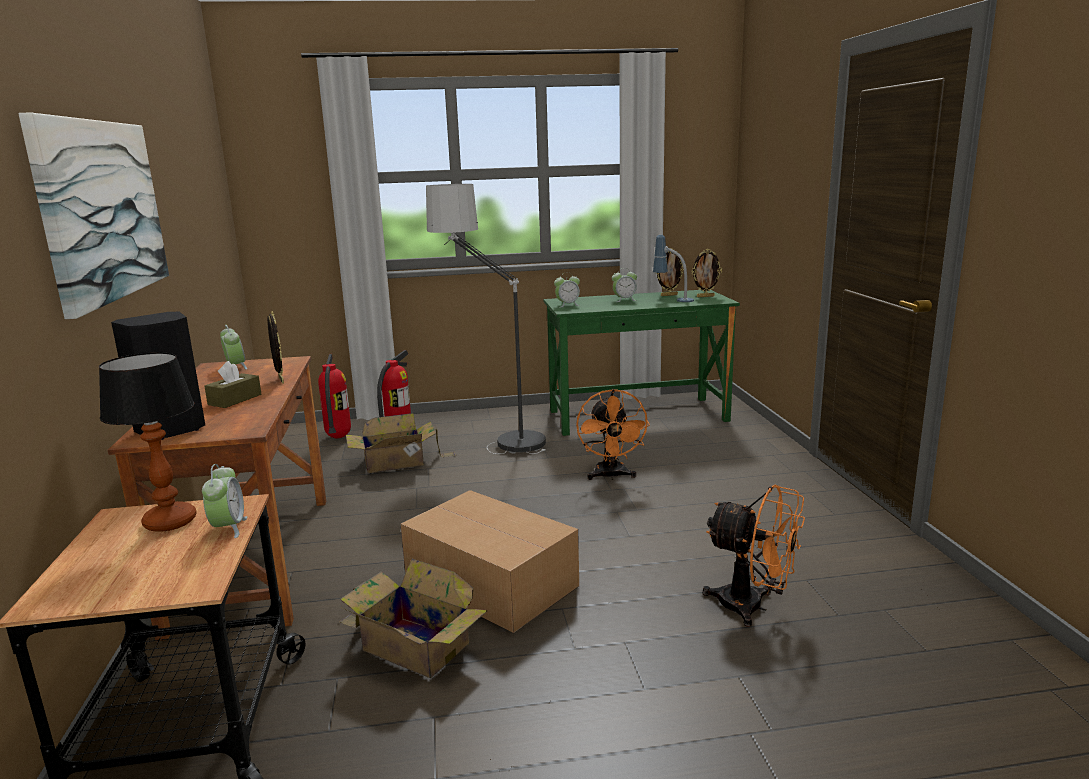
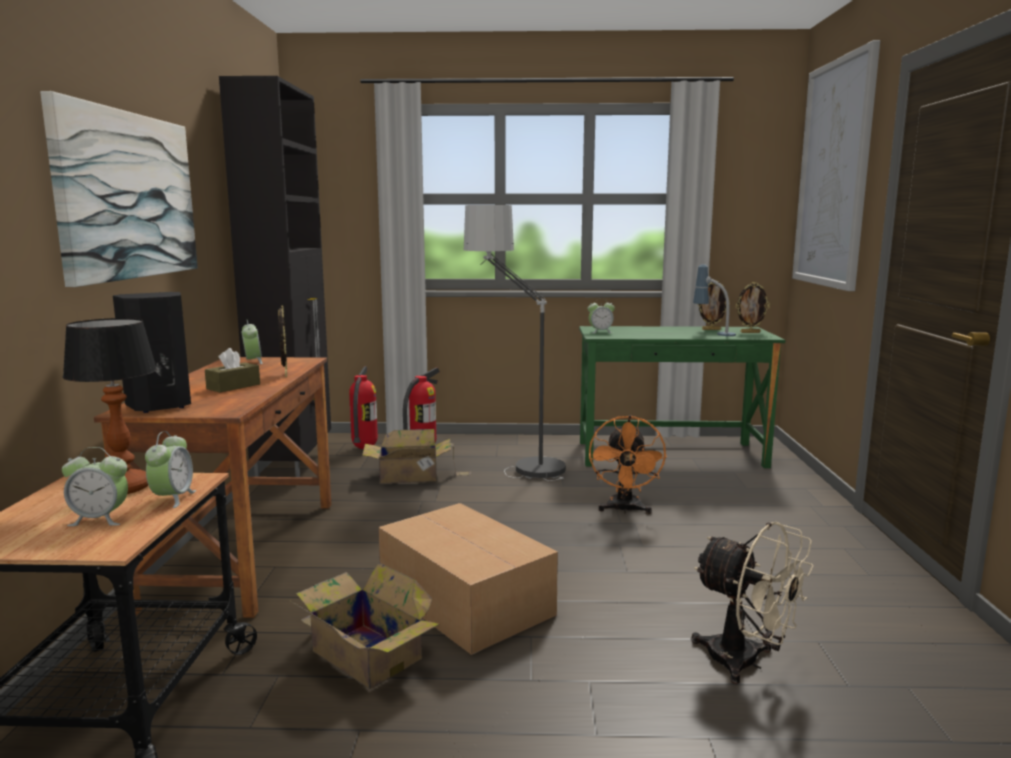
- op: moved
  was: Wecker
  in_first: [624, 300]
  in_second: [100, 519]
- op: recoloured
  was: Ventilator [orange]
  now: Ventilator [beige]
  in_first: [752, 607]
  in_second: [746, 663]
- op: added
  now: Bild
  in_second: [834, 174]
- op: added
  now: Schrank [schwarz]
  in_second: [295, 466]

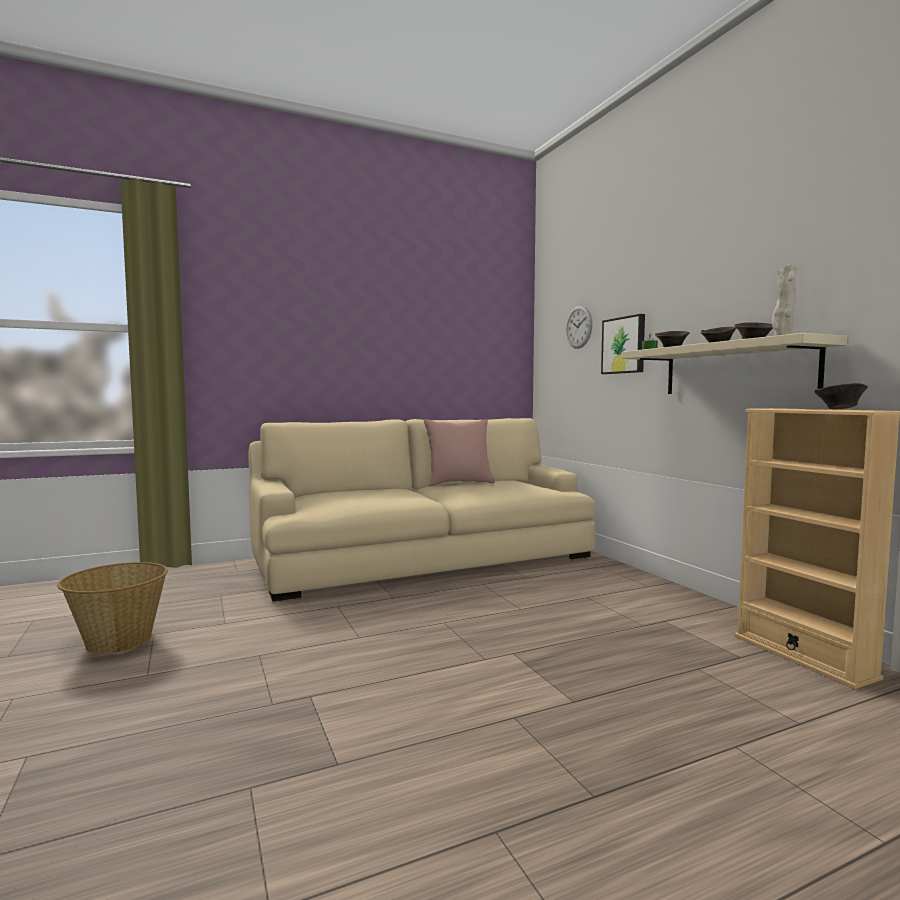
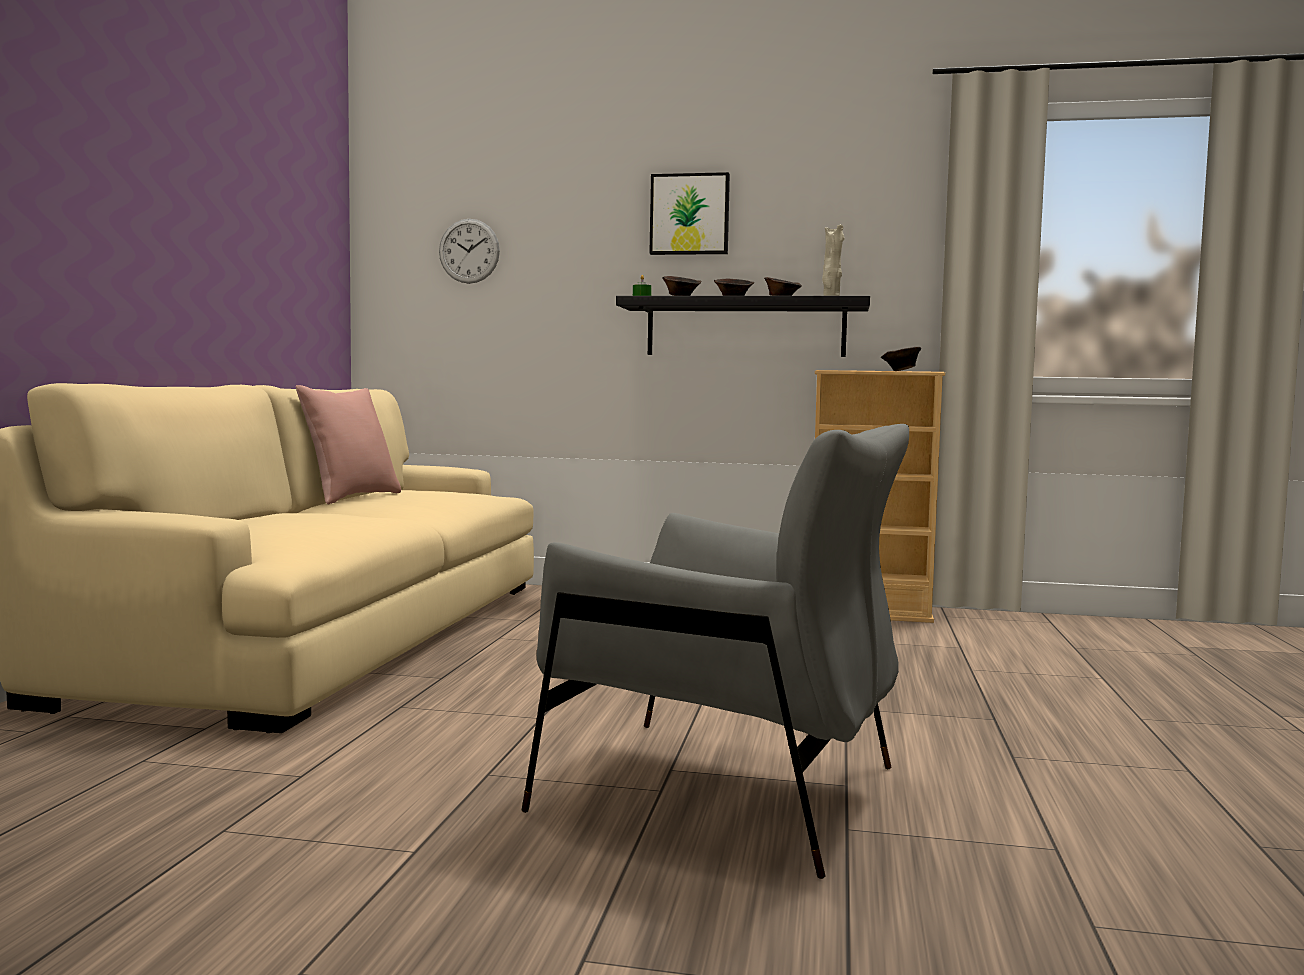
- op: moved
  was: Bild
  in_first: [624, 345]
  in_second: [690, 214]
- op: recoloured
  was: Wandregal [beige]
  now: Wandregal [schwarz]
  in_first: [736, 369]
  in_second: [745, 329]
- op: removed
  was: Korb
  in_first: [118, 641]
- op: added
  now: Sessel [grau]
  in_second: [723, 790]

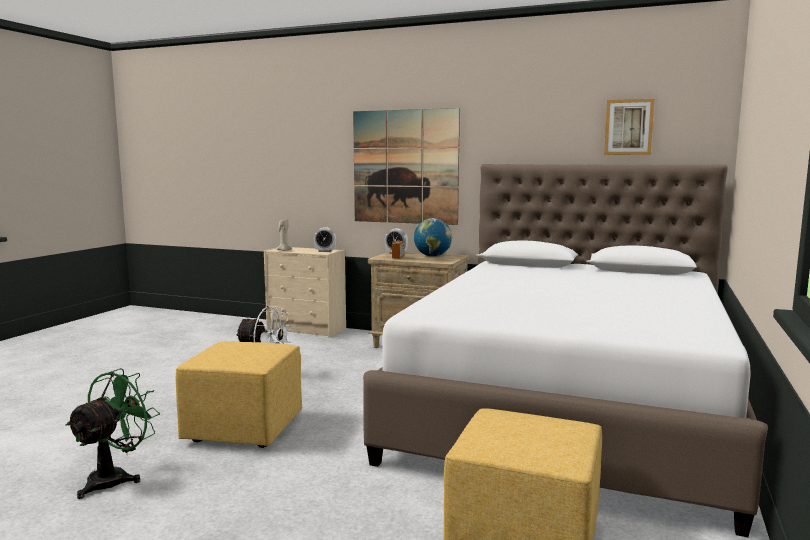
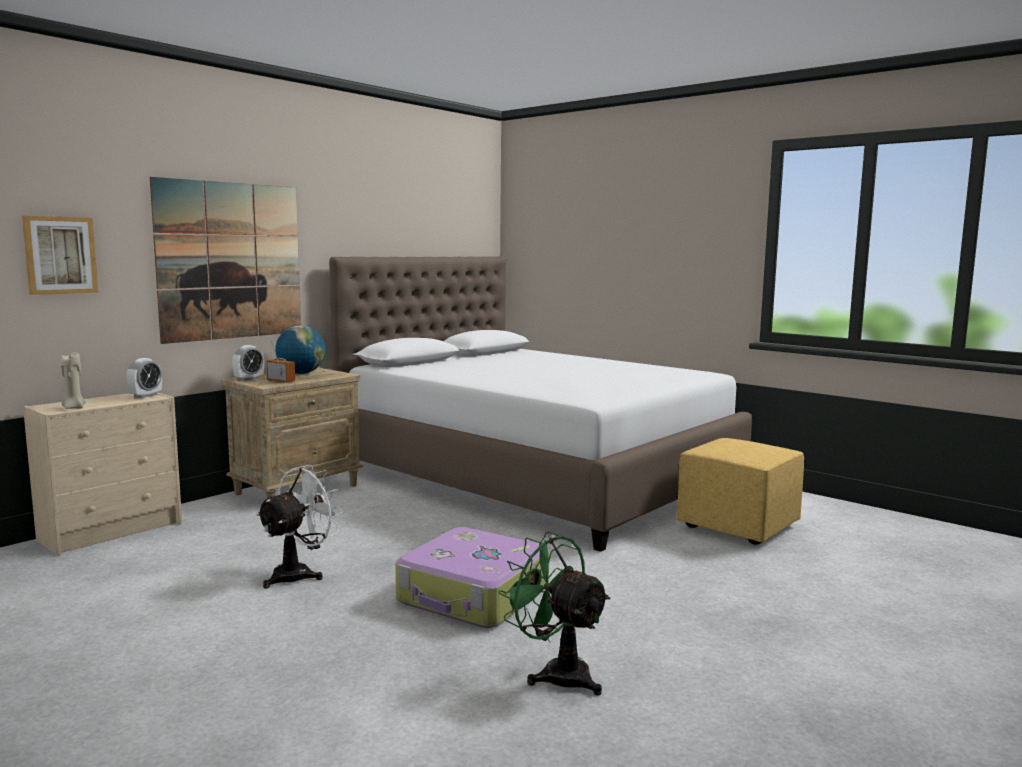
- op: moved
  was: Bild
  in_first: [628, 127]
  in_second: [60, 255]
- op: replaced
  was: Polsterhocker [gelb]
  now: Koffer
  in_first: [245, 430]
  in_second: [473, 595]

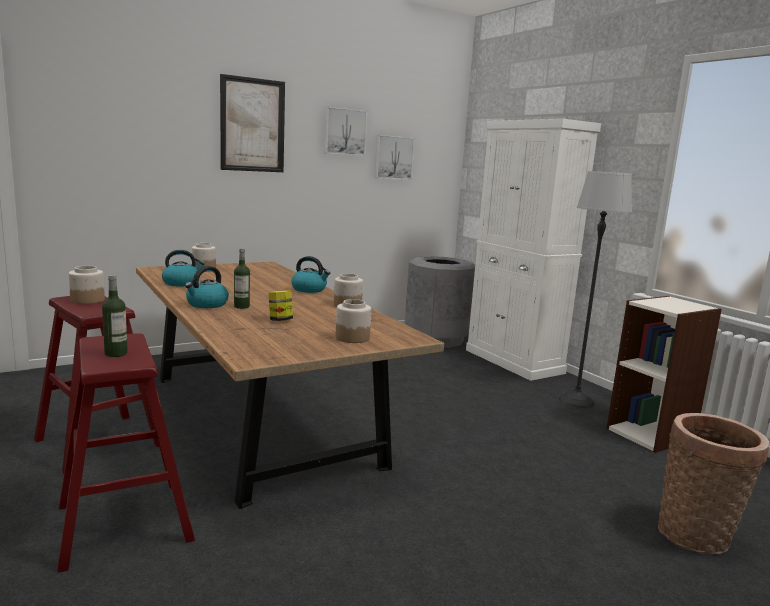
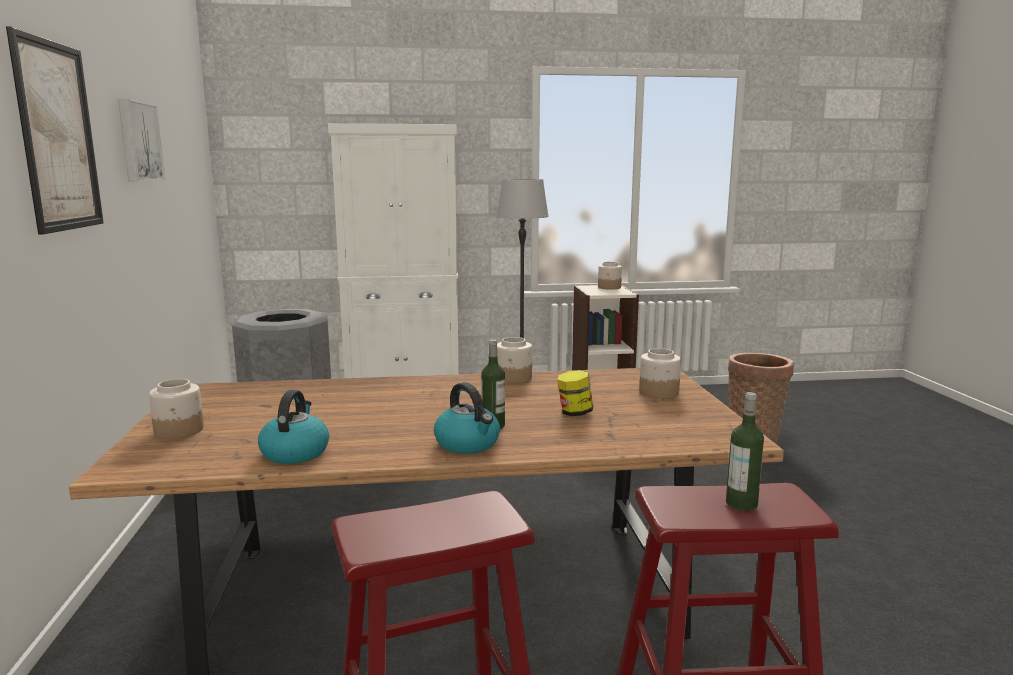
- op: removed
  was: Bild
  in_first: [393, 157]
- op: removed
  was: Wasserkessel
  in_first: [309, 289]
- op: moved
  was: Vorratsglas
  in_first: [87, 300]
  in_second: [609, 287]

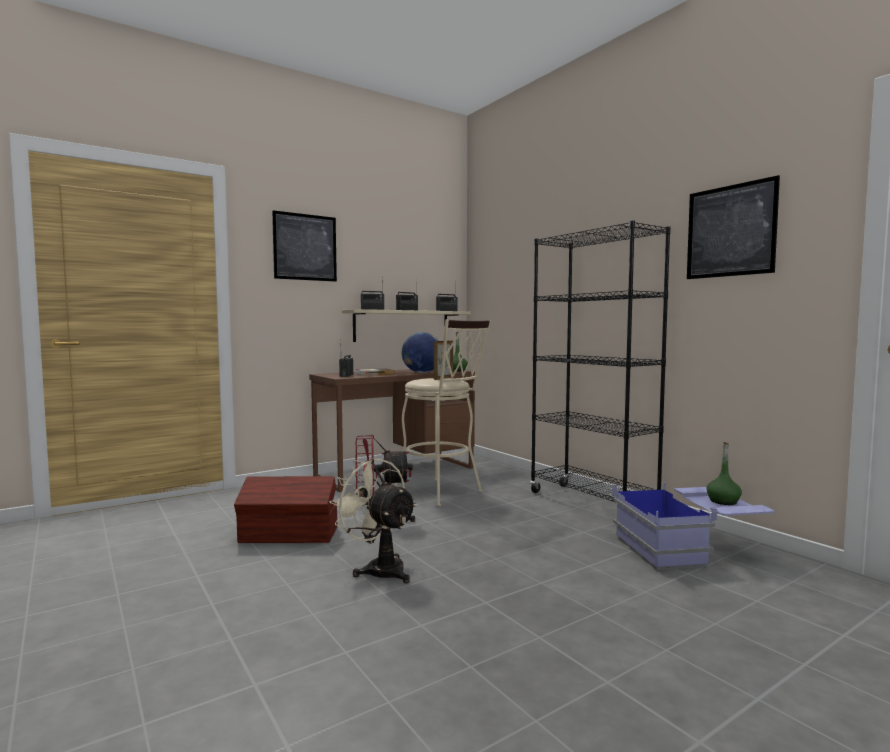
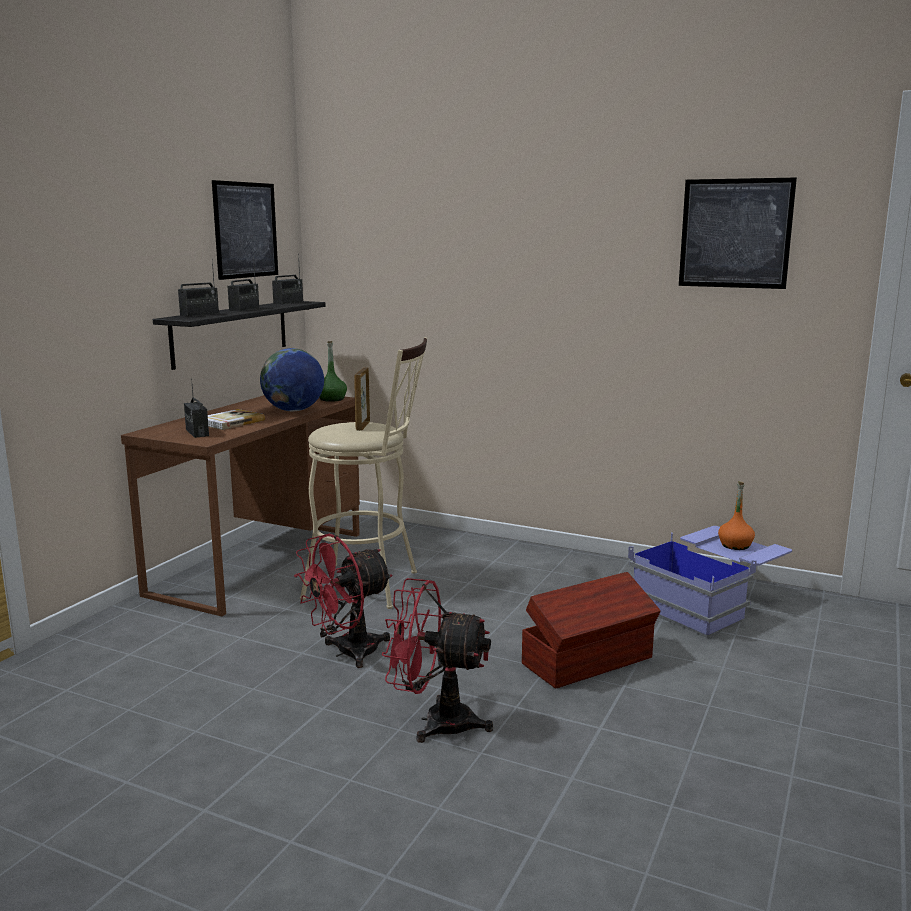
- op: moved
  was: Bild
  in_first: [305, 247]
  in_second: [245, 230]
- op: removed
  was: Bücherregal [schwarz]
  in_first: [592, 503]
- op: recoloured
  was: Wandregal [beige]
  now: Wandregal [schwarz]
  in_first: [402, 326]
  in_second: [231, 333]
- op: recoloured
  was: Flasche [grün]
  now: Flasche [orange]
  in_first: [723, 501]
  in_second: [735, 545]
- op: recoloured
  was: Ventilator [beige]
  now: Ventilator [rot]
  in_first: [379, 569]
  in_second: [436, 722]
- op: moved
  was: Aufbewahrungsbox [braun]
  in_first: [289, 535]
  in_second: [589, 661]

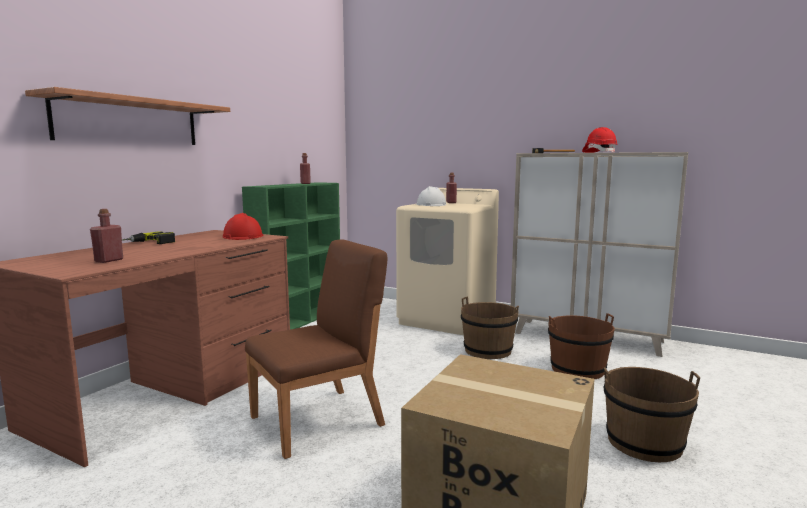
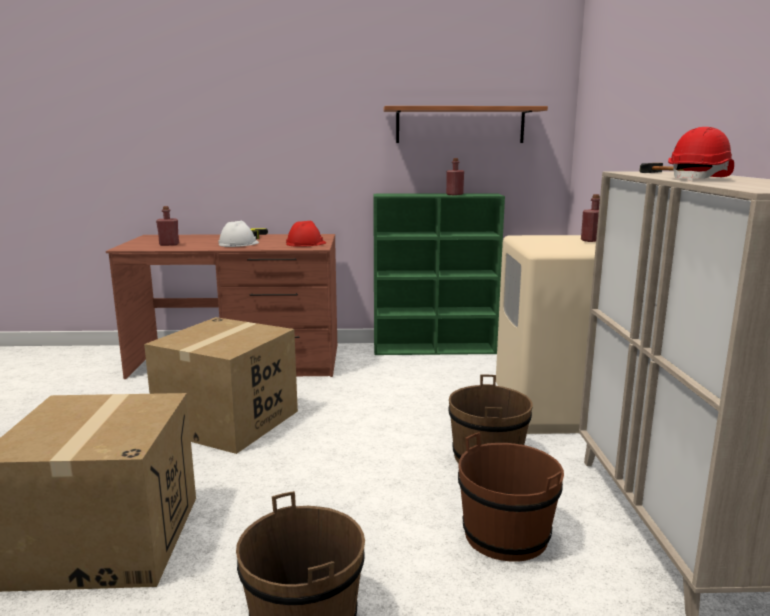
- op: moved
  was: Wandregal
  in_first: [129, 122]
  in_second: [460, 125]
- op: moved
  was: Schutzhelm [weiß]
  in_first: [430, 205]
  in_second: [238, 243]
- op: replaced
  was: Stuhl [braun]
  now: Karton
  in_first: [319, 420]
  in_second: [228, 421]

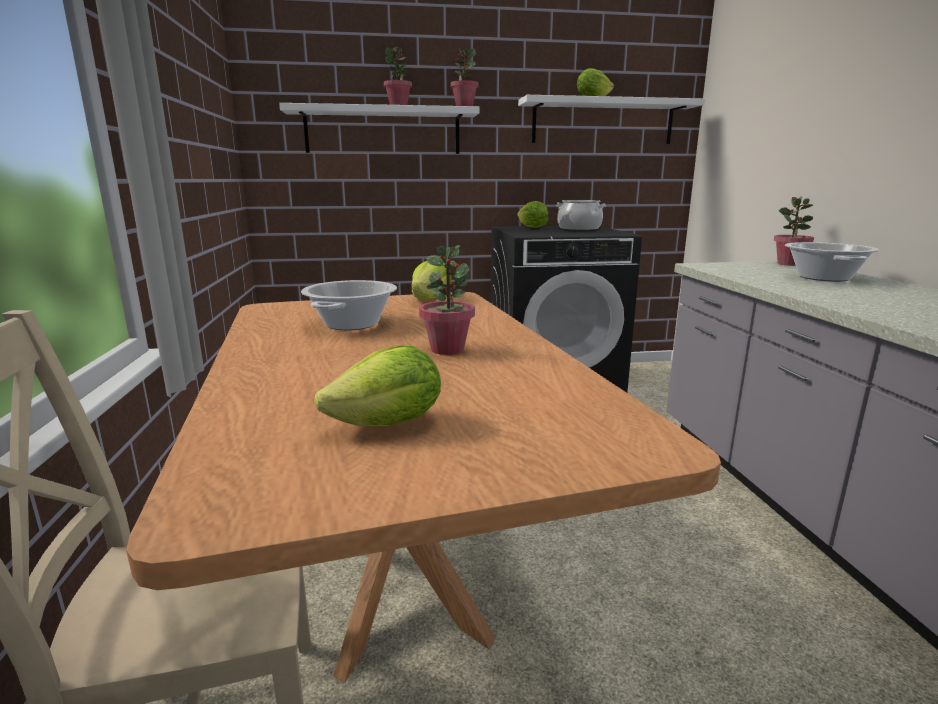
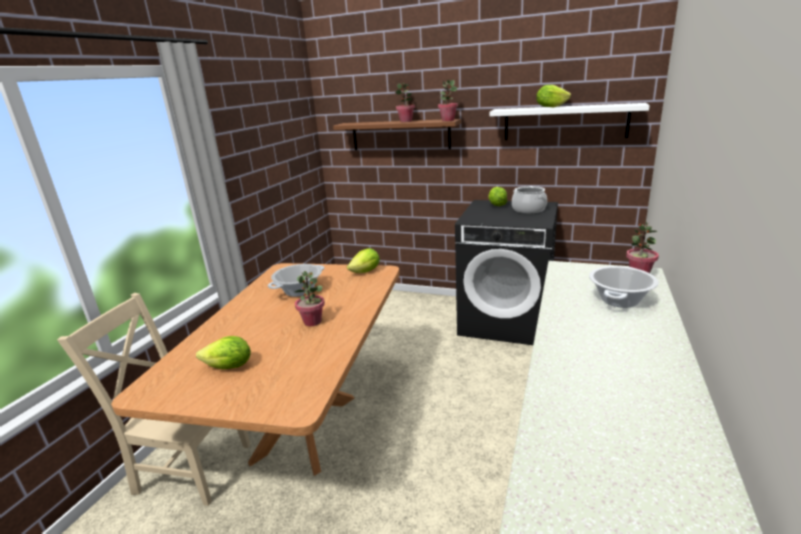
- op: recoloured
  was: Wandregal [weiß]
  now: Wandregal [braun]
  in_first: [383, 131]
  in_second: [400, 135]

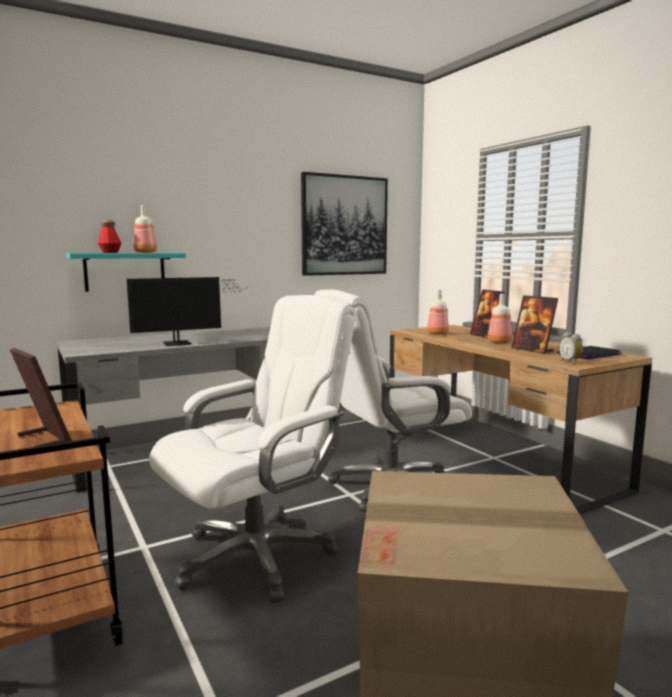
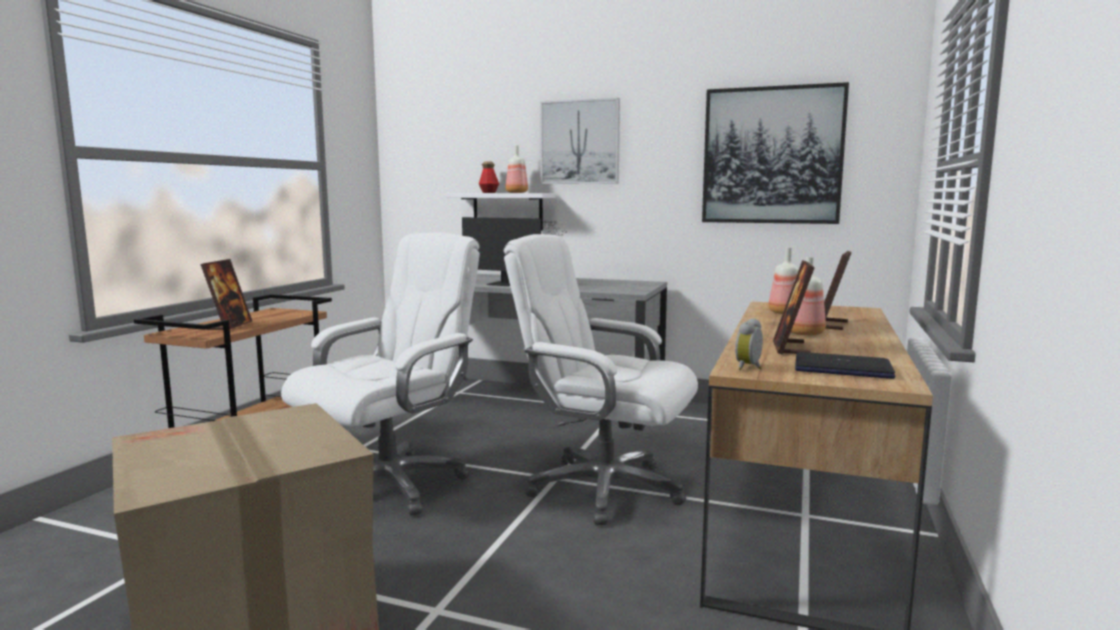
- op: recoloured
  was: Wandregal [türkis]
  now: Wandregal [weiß]
  in_first: [125, 271]
  in_second: [507, 211]
- op: turned
  was: Bürostuhl [weiß]
  in_first: [256, 556]
  in_second: [390, 485]
  clockwise: -60
- op: added
  now: Bild
  in_second: [580, 142]

